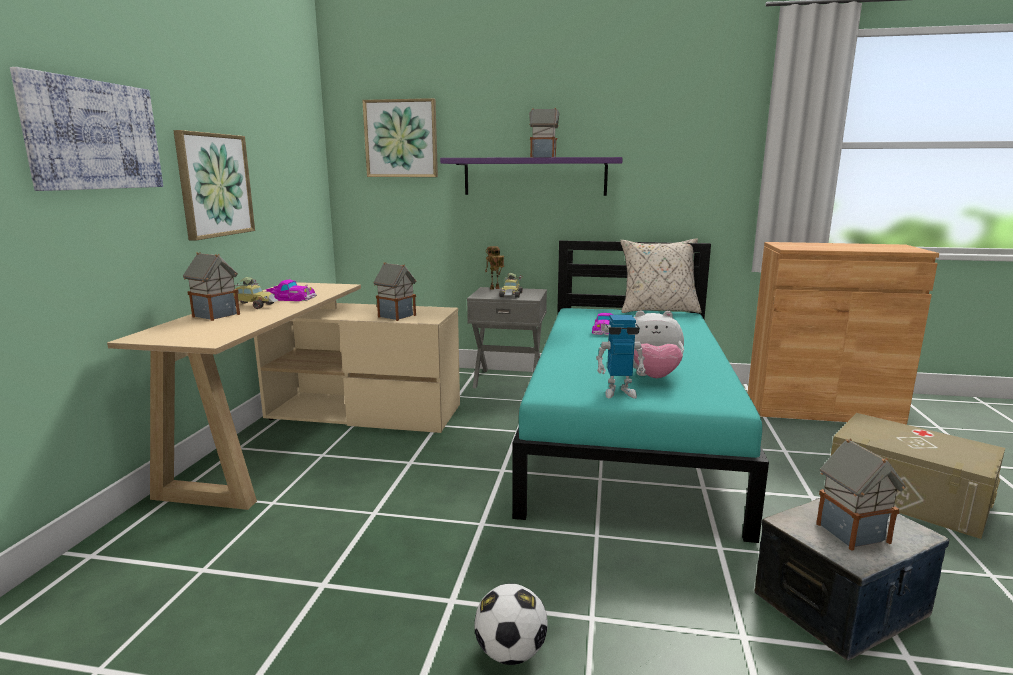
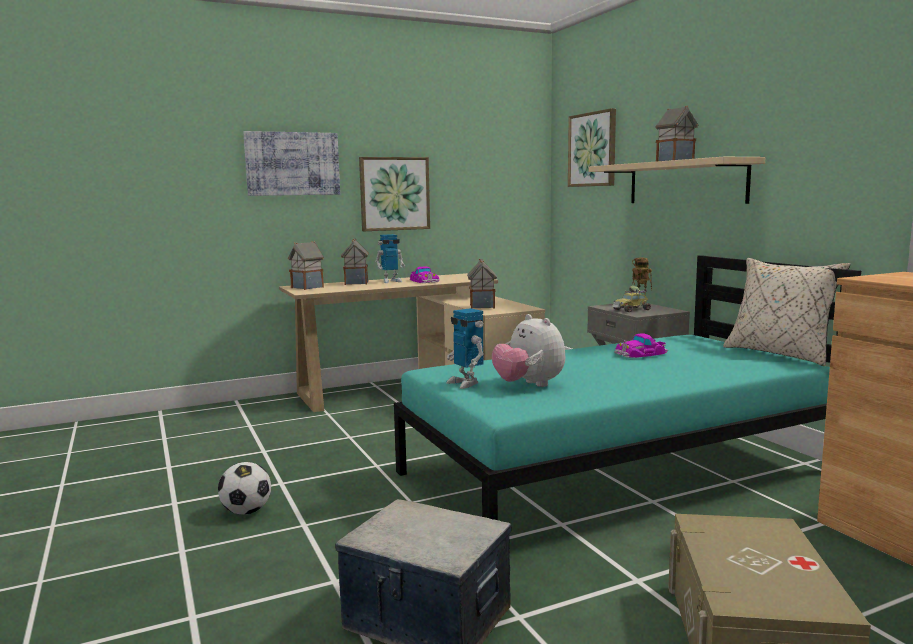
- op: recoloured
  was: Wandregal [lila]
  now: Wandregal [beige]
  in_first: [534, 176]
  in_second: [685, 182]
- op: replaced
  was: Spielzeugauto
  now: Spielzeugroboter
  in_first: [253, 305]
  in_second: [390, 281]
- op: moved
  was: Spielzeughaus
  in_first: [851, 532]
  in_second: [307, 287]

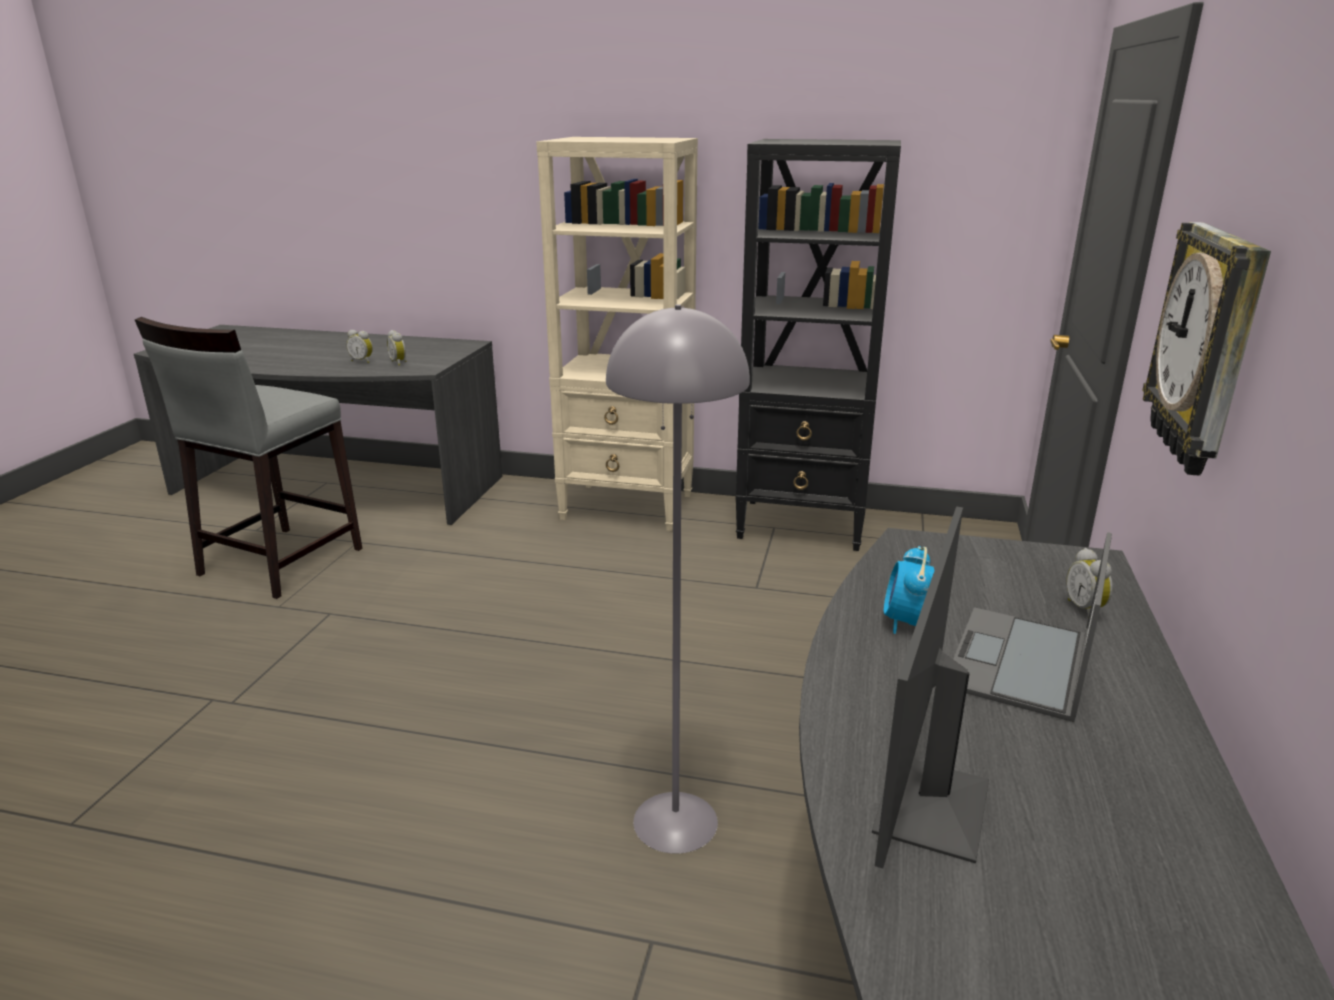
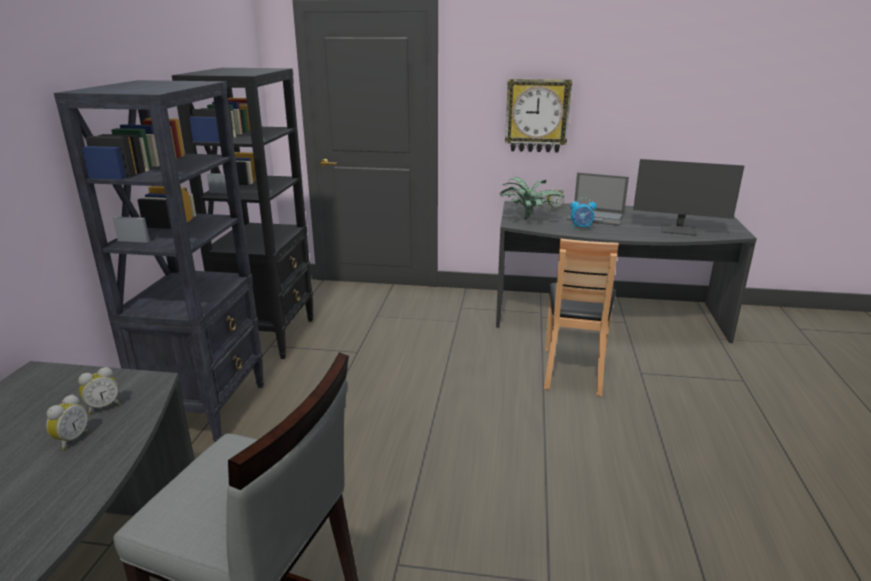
- op: recoloured
  was: Bücherregal [beige]
  now: Bücherregal [schwarz]
  in_first: [628, 507]
  in_second: [207, 409]
- op: replaced
  was: Stehlampe [grau]
  now: Stuhl [braun]
  in_first: [675, 820]
  in_second: [573, 371]
- op: added
  now: Topfpflanze
  in_second: [529, 219]

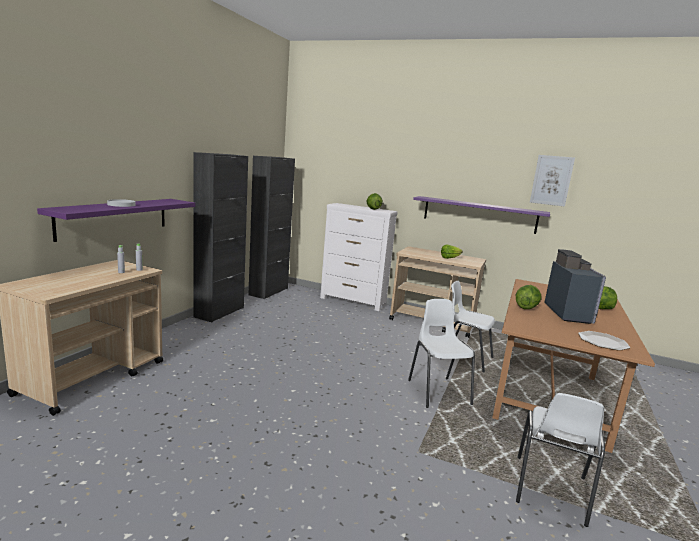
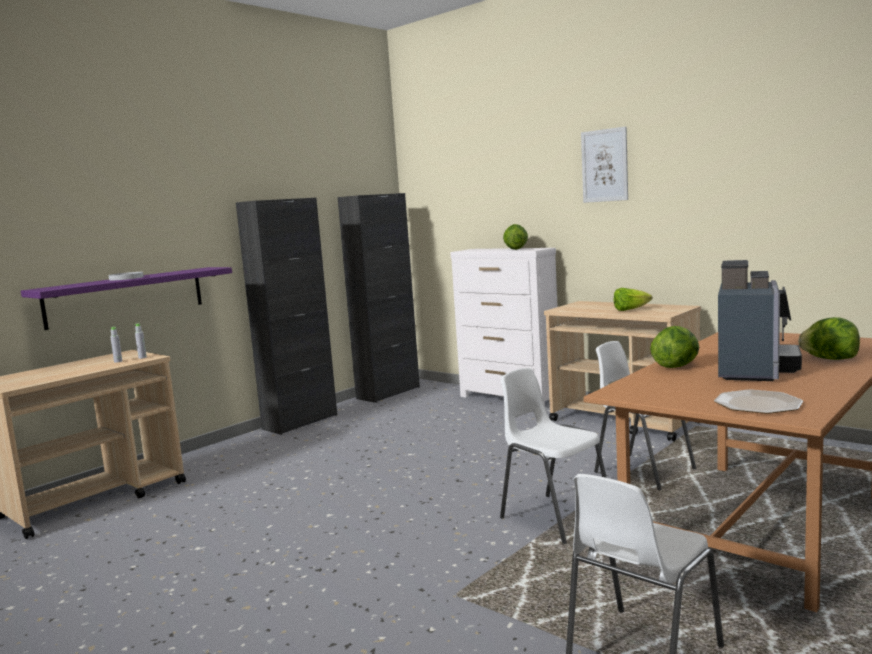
- op: moved
  was: Bild
  in_first: [551, 180]
  in_second: [604, 165]
- op: removed
  was: Wandregal [lila]
  in_first: [479, 214]
- op: turned
  was: Stuhl [weiß]
  in_first: [438, 391]
  in_second: [554, 517]
  clockwise: -45

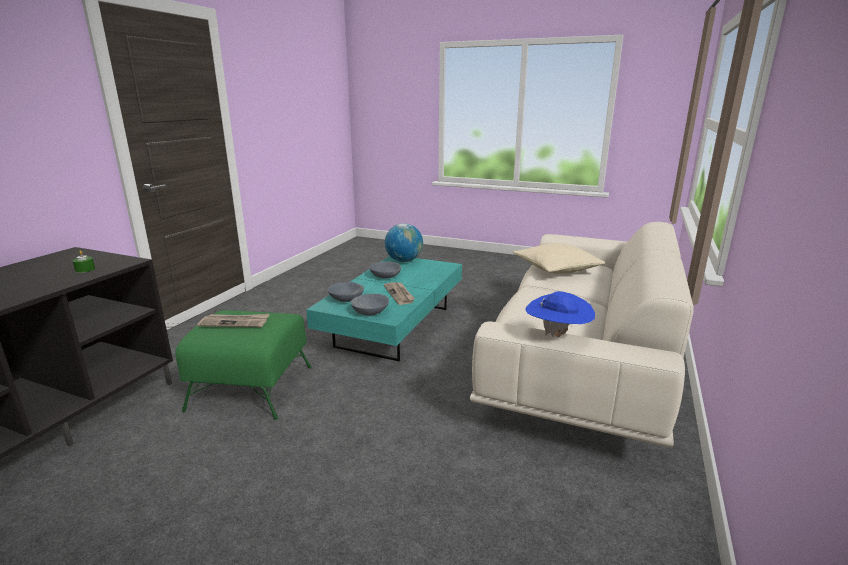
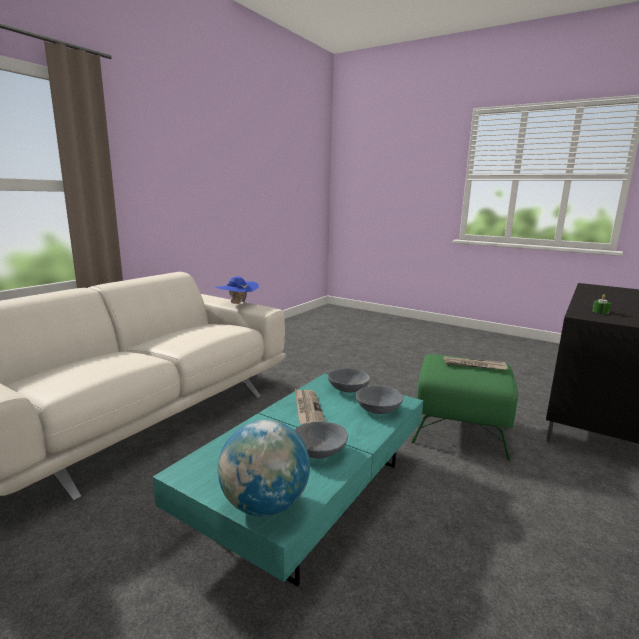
- op: removed
  was: Kissen [beige]
  in_first: [556, 268]

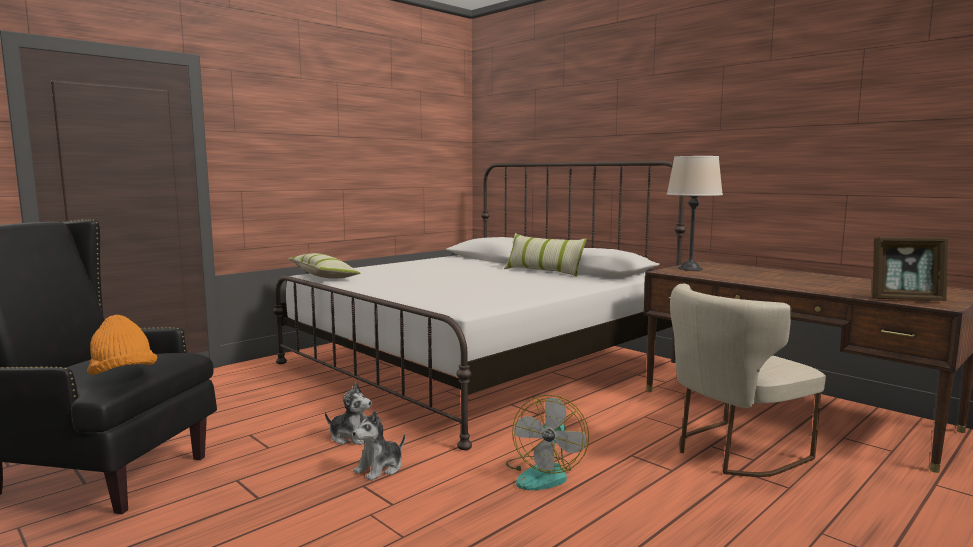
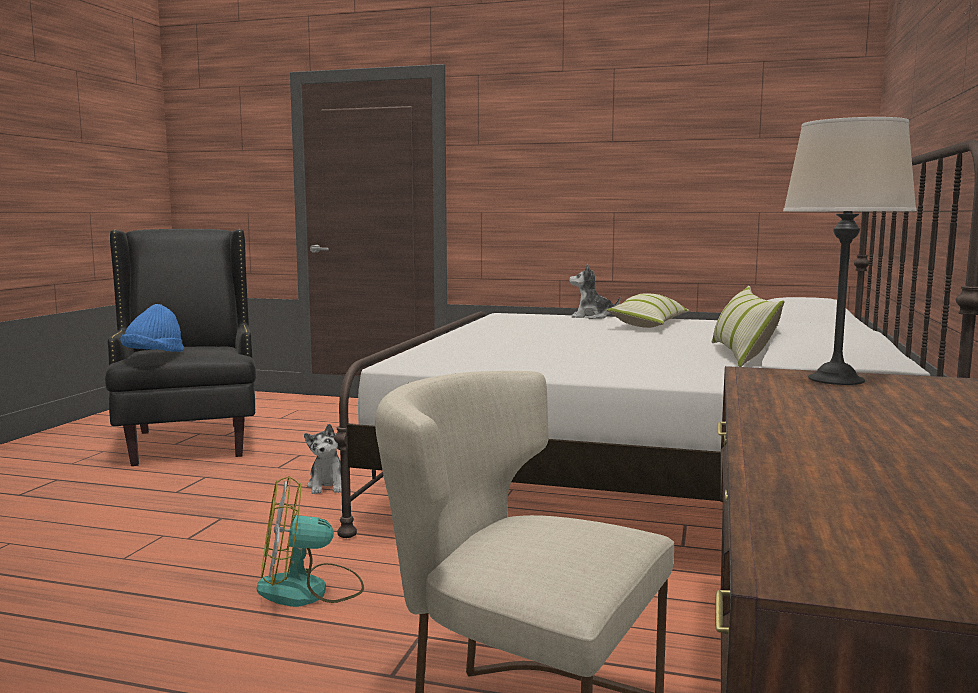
- op: removed
  was: Bilderrahmen
  in_first: [906, 299]
- op: moved
  was: Kissen
  in_first: [323, 276]
  in_second: [649, 324]
- op: recoloured
  was: Hut [orange]
  now: Hut [blau]
  in_first: [123, 375]
  in_second: [154, 355]
- op: moved
  was: Plüschtier
  in_first: [380, 469]
  in_second: [591, 317]

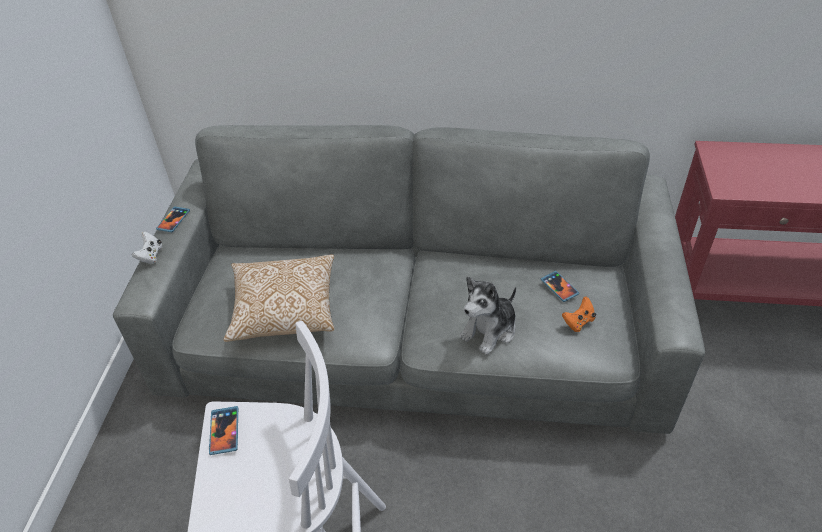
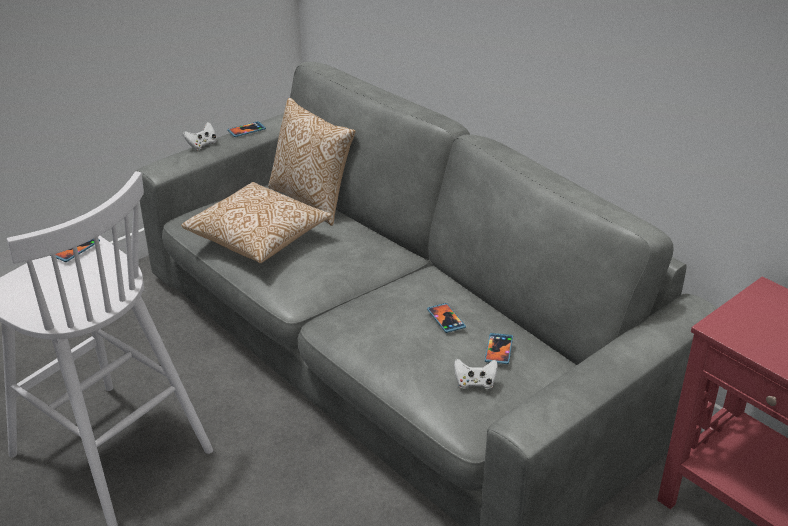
- op: removed
  was: Plüschtier
  in_first: [490, 330]
- op: recoloured
  was: Gamepad [orange]
  now: Gamepad [weiß]
  in_first: [578, 322]
  in_second: [475, 383]
- op: added
  now: Kissen
  in_second: [312, 200]
- op: added
  now: Handy
  in_second: [446, 319]

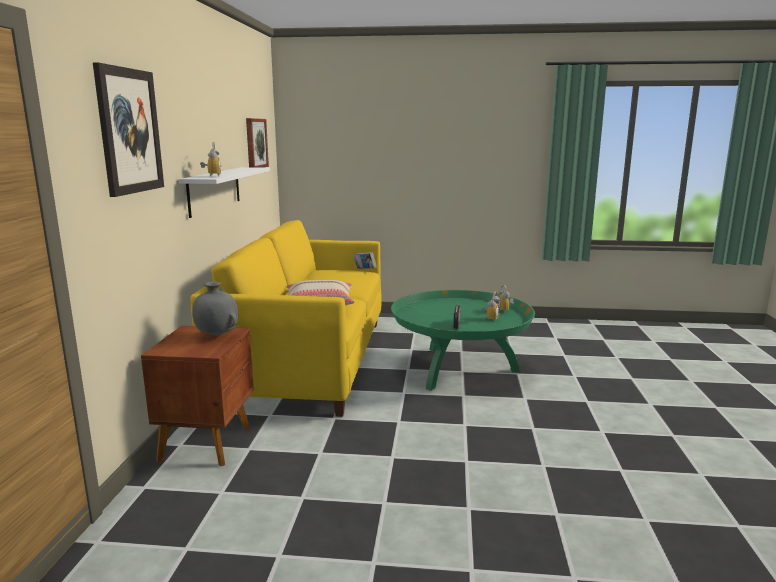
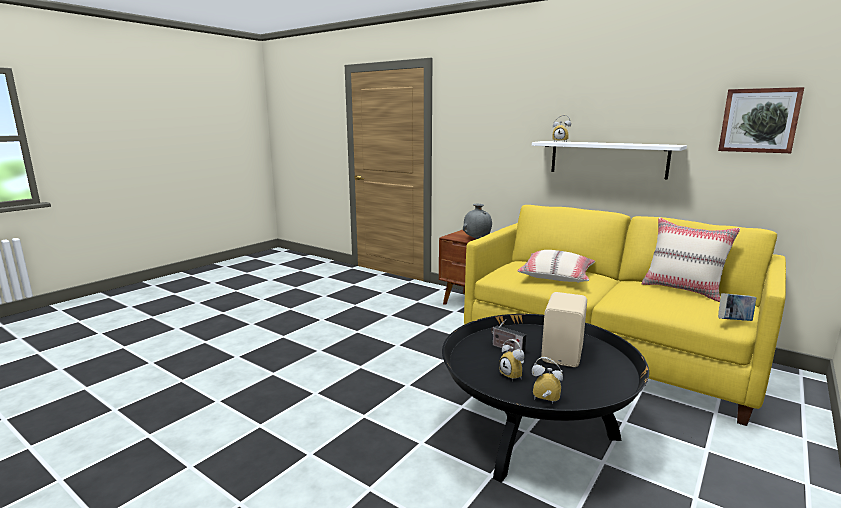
- op: removed
  was: Bild
  in_first: [129, 131]
- op: recoloured
  was: Couchtisch [grün]
  now: Couchtisch [schwarz]
  in_first: [459, 369]
  in_second: [535, 433]
- op: added
  now: Kissen [beige]
  in_second: [683, 290]
- op: added
  now: Lautsprecher [beige]
  in_second: [564, 354]

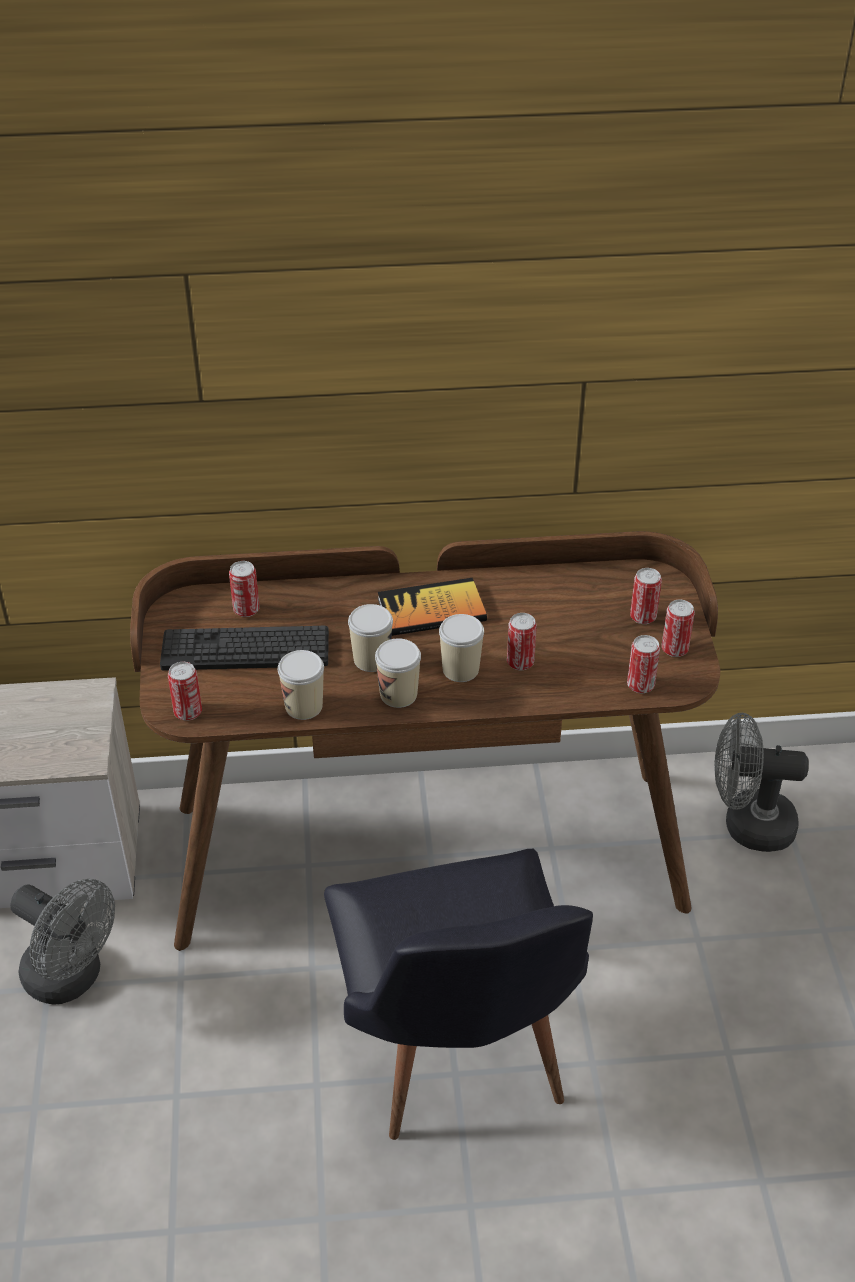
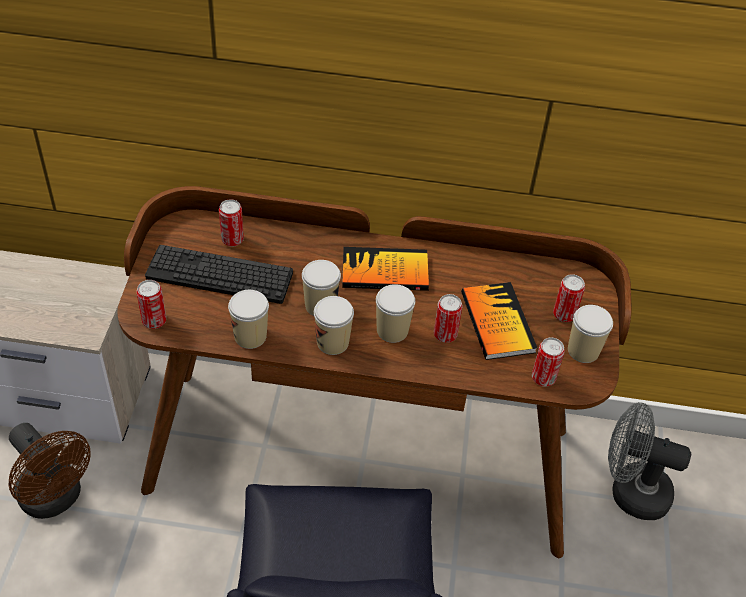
- op: replaced
  was: Dose
  now: Tasse
  in_first: [674, 649]
  in_second: [583, 350]
- op: recoloured
  was: Ventilator [grau]
  now: Ventilator [braun]
  in_first: [72, 978]
  in_second: [55, 499]
- op: added
  now: Buch
  in_second: [497, 322]

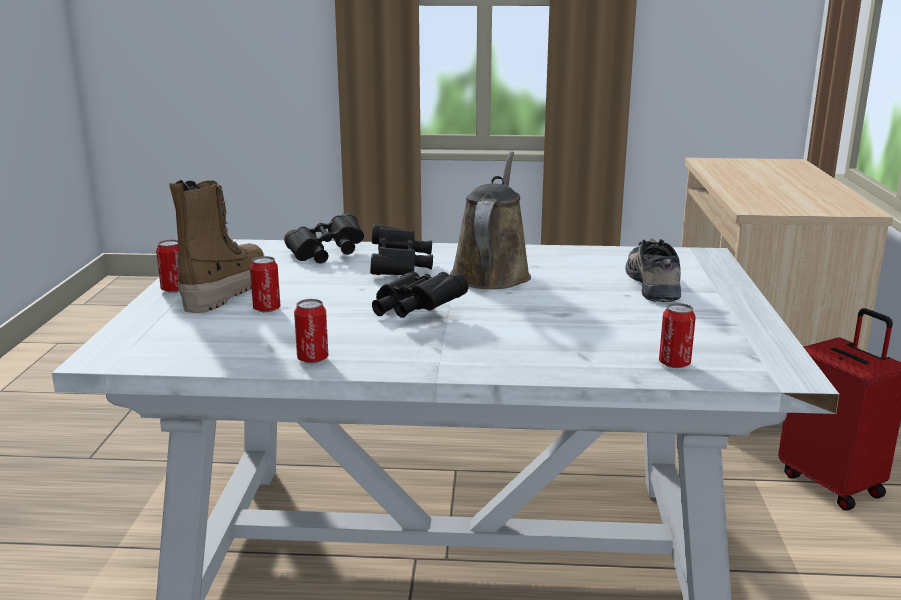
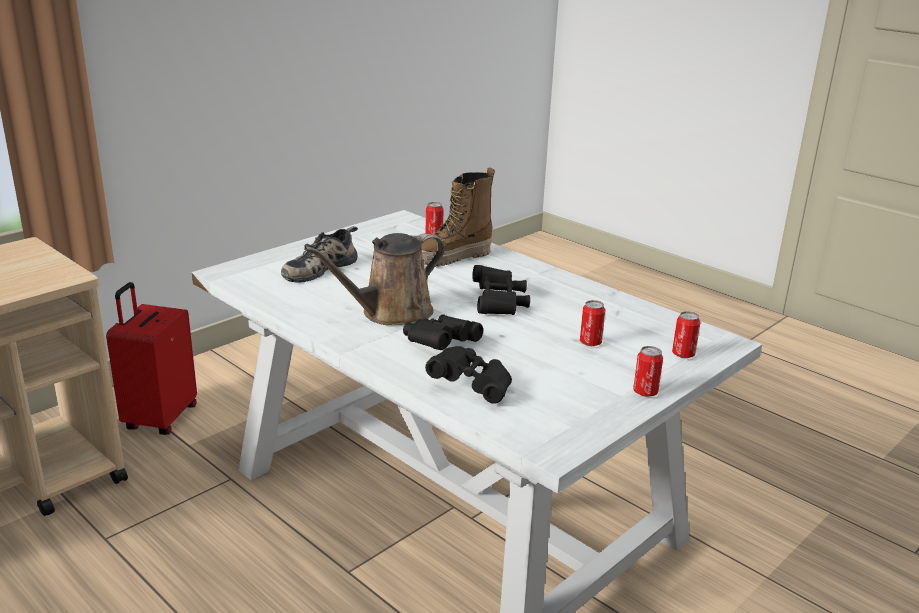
- op: moved
  was: Stiefel
  in_first: [224, 291]
  in_second: [451, 258]
- op: moved
  was: Dose
  in_first: [312, 359]
  in_second: [683, 354]

